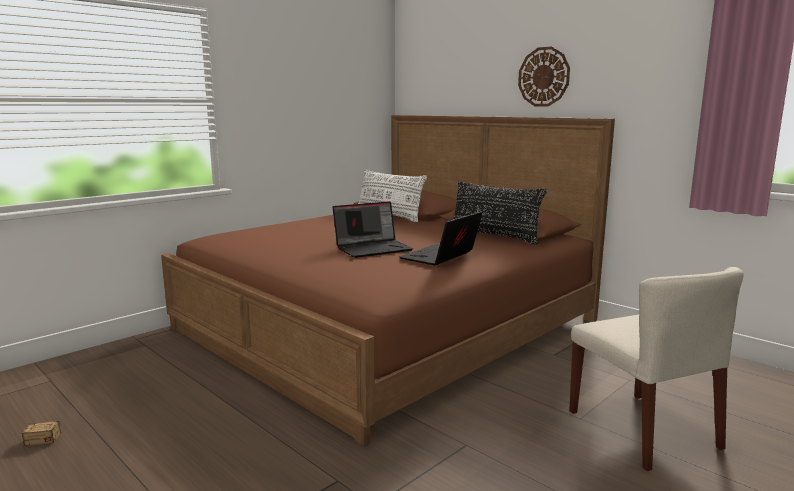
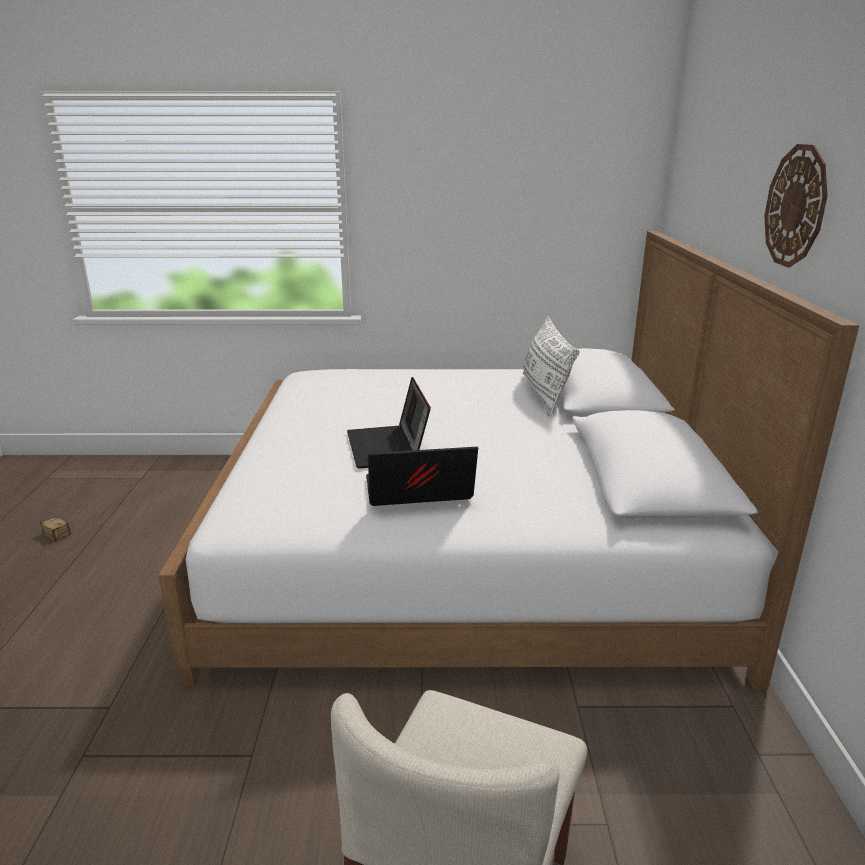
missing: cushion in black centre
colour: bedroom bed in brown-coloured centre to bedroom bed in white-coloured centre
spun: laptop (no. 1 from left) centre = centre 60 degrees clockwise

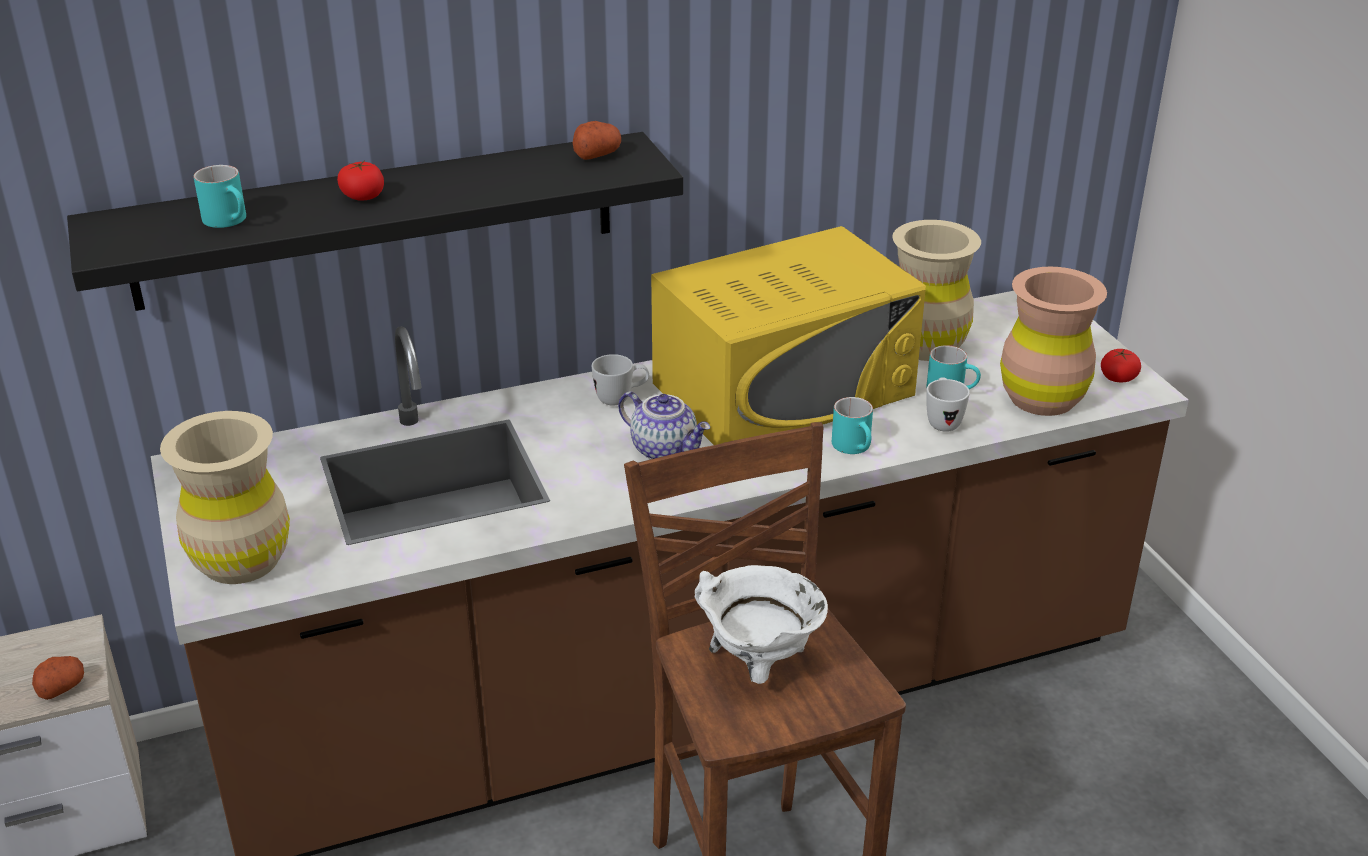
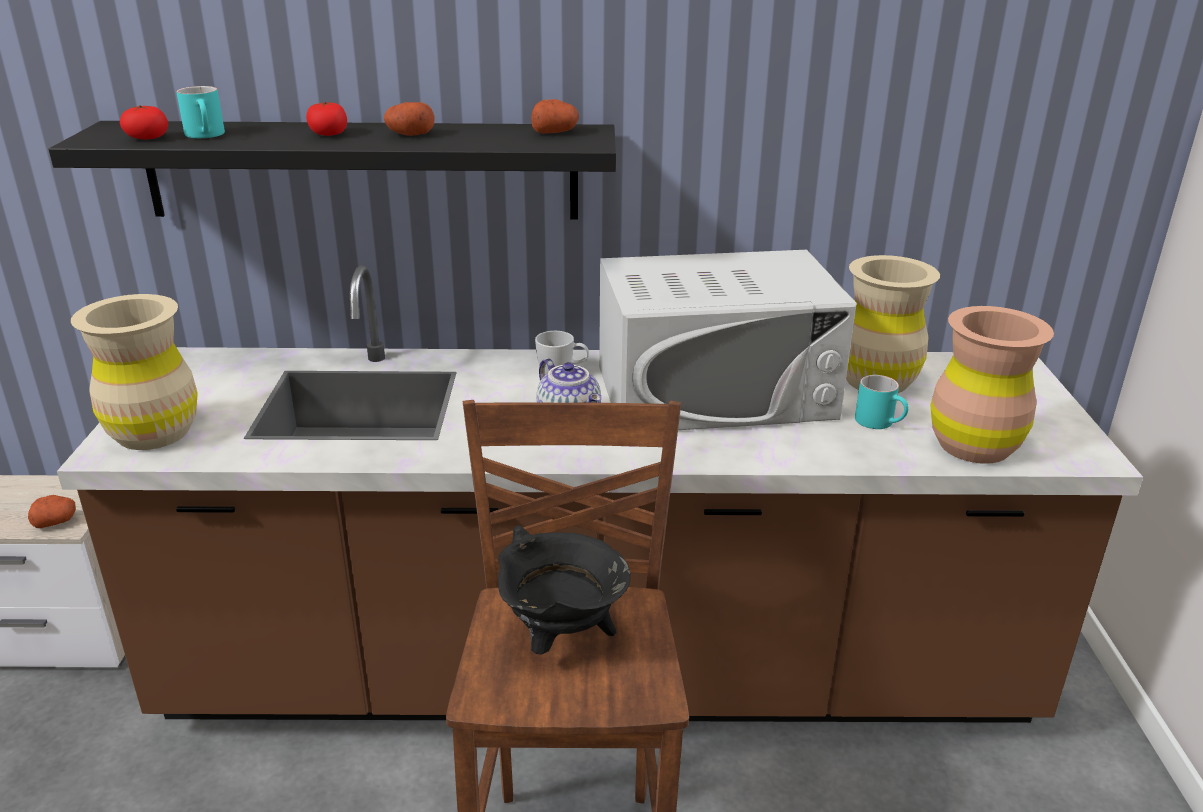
missing: tea mug in white-coloured (no. 2 from left) middle right; tea mug in blue-green (no. 2 from left) centre
appeared: whole potato (no. 2 from left) top centre
relocated: fresh tomato (no. 2 from left in the first image) middle right to fresh tomato (no. 1 from left) top left
colour: microwave in yellow centre to microwave in white-coloured centre; cooking pot in white-coloured bottom centre to cooking pot in black bottom centre

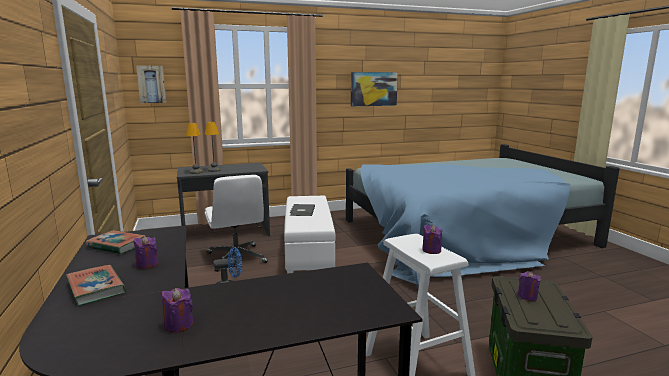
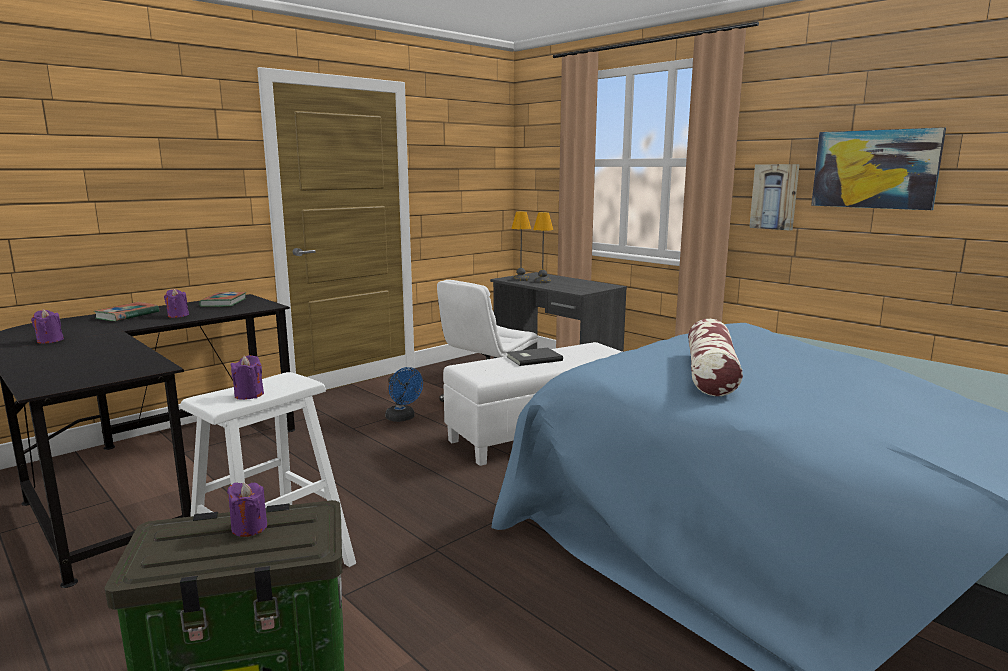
appeared: cushion middle right
relocated: picture (no. 1 from left) top left to top right

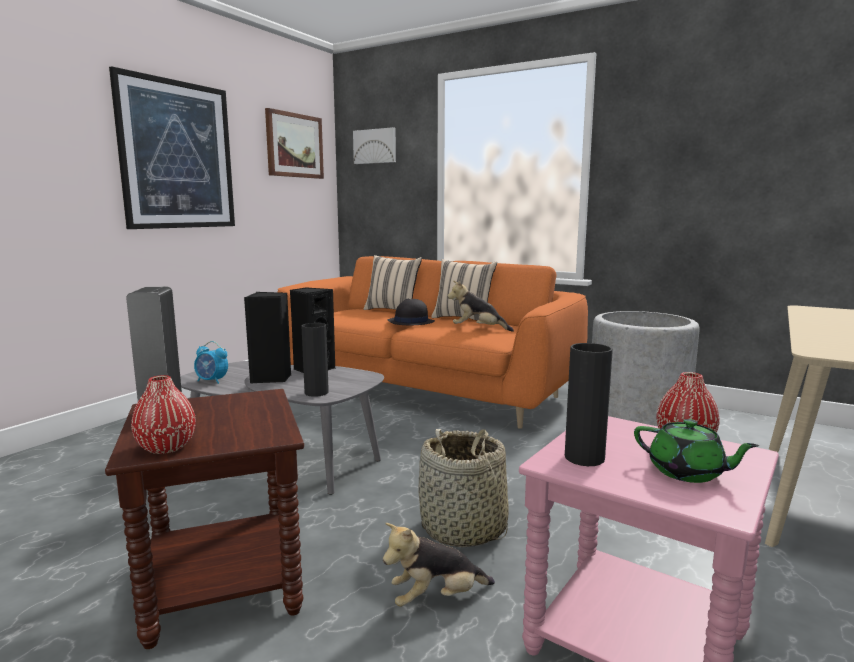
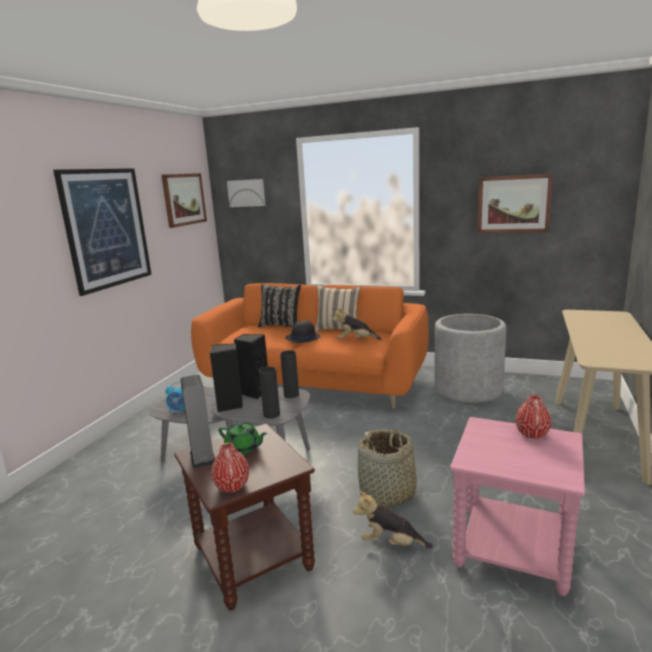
appeared: picture (no. 4 from left) top right
relocated: flower vase in black (no. 2 from left) middle right to centre; teapot in greenish bottom right to bottom centre
colour: cushion in sand-coloured (no. 1 from left) centre to cushion in black centre
spun: cuddly toy (no. 1 from left in the first image) bottom centre = bottom centre 45 degrees clockwise

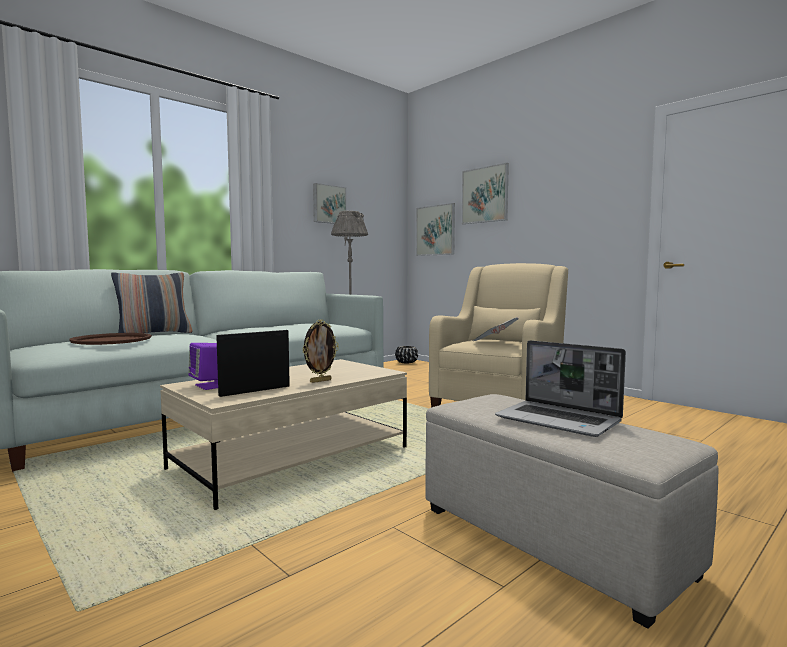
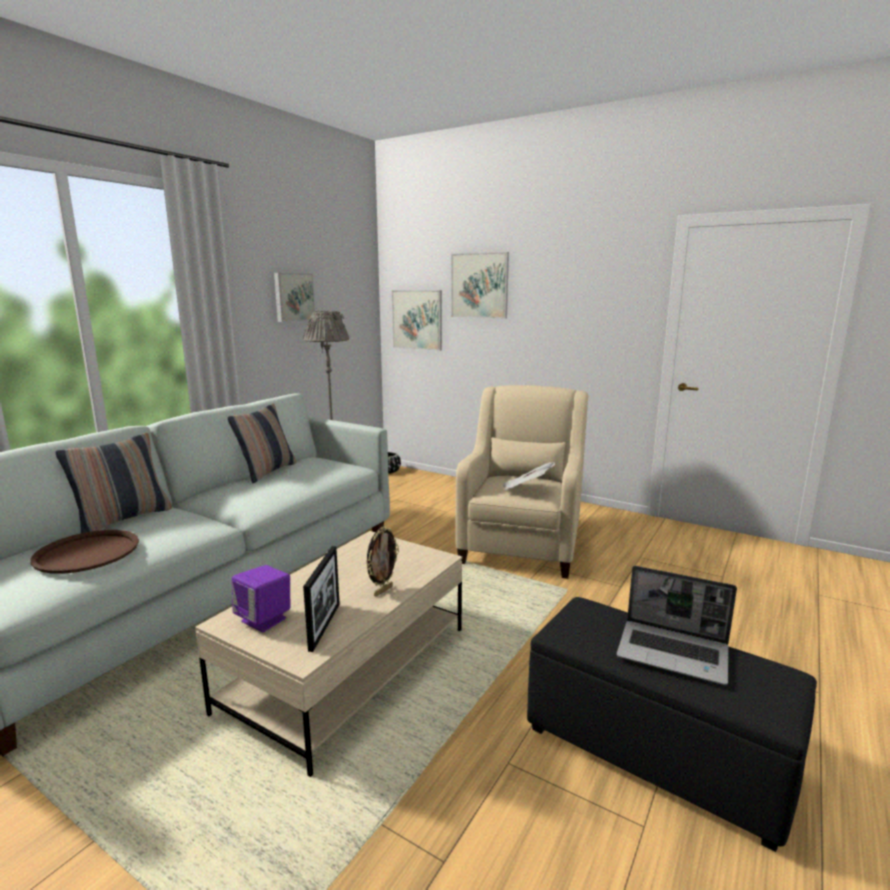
appeared: cushion (no. 2 from left) middle left
colour: pouffe in sand-coloured bottom right to pouffe in black bottom right
spun: standing frame (no. 1 from left) middle left = bottom centre 150 degrees clockwise

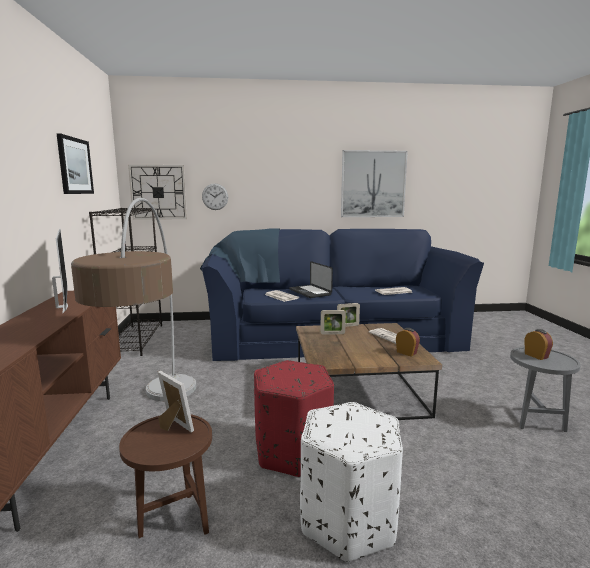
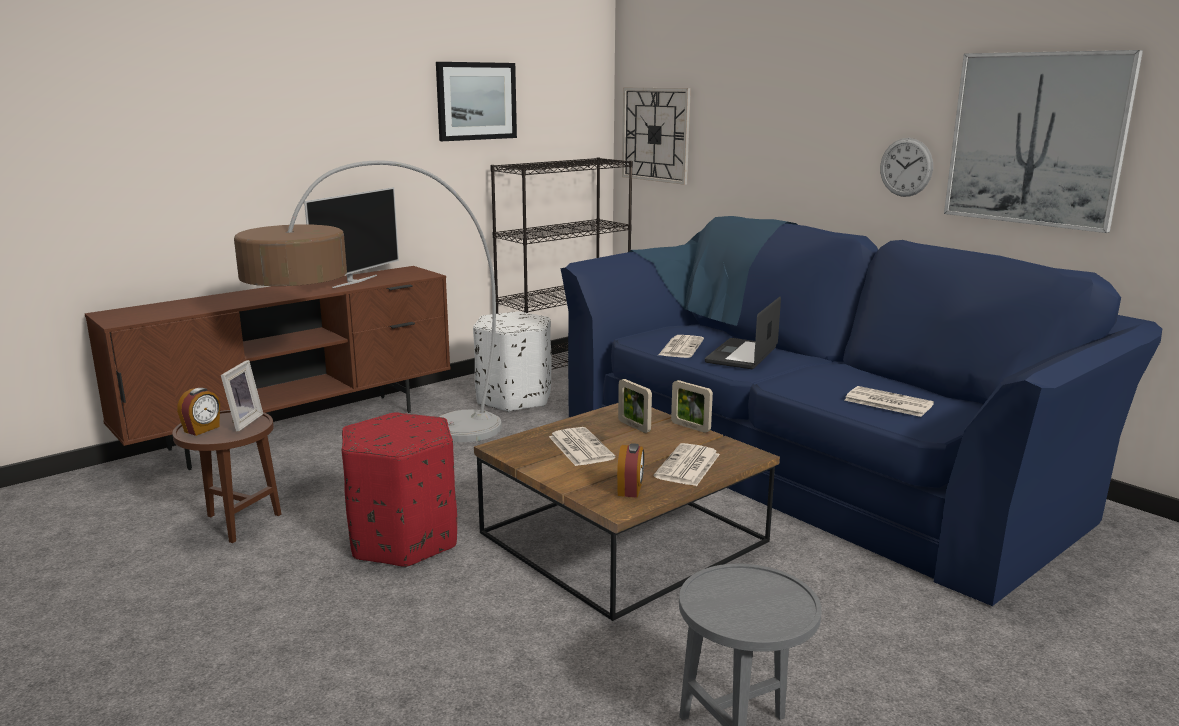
appeared: printed paper (no. 1 from left) centre
relocated: wall clock (no. 2 from left) centre to top right; bedside clock (no. 2 from left in the first image) middle right to bedside clock (no. 1 from left) middle left; pouffe in white-coloured bottom centre to centre

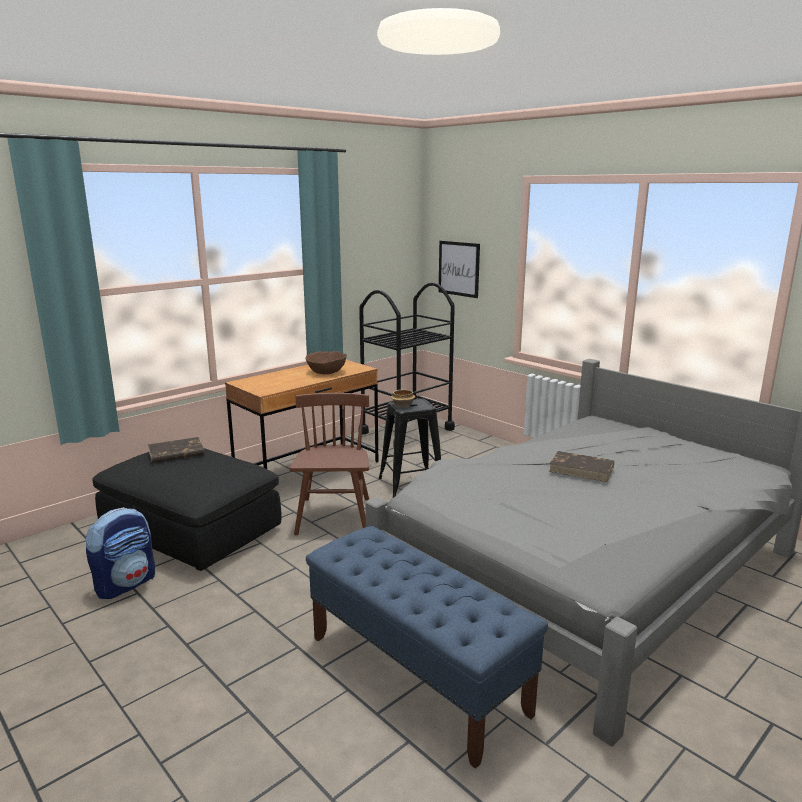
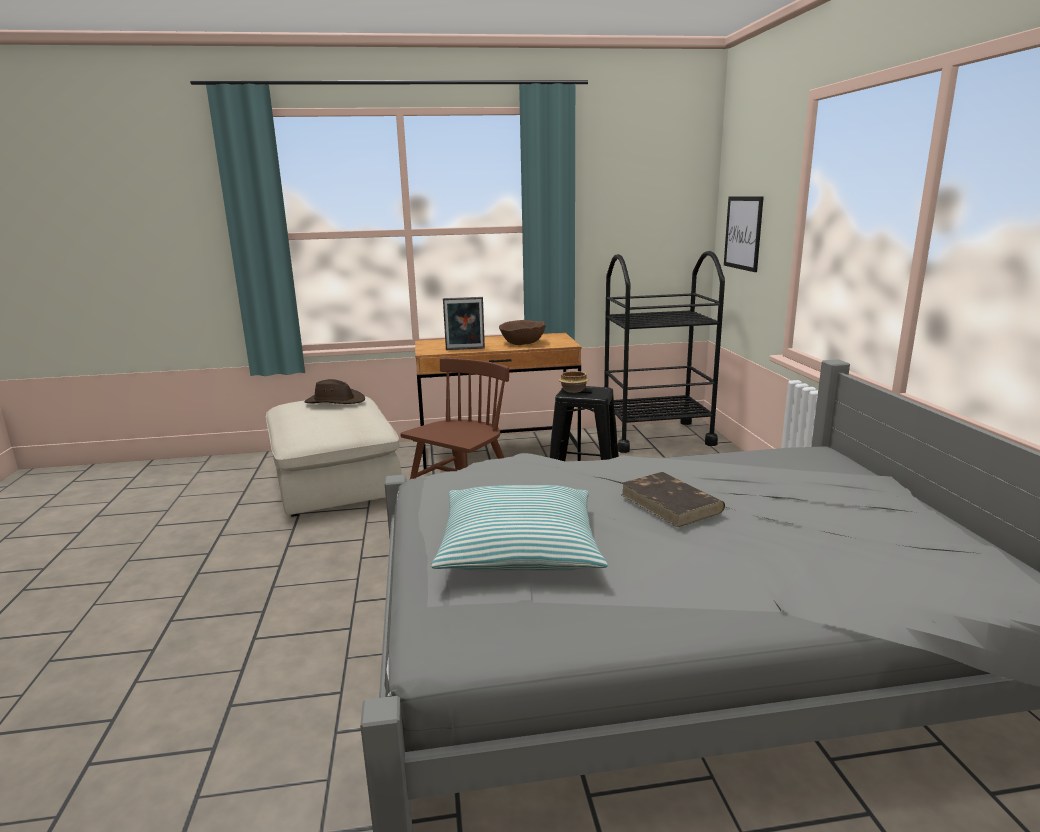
missing: knapsack bottom left; bench in blue-coloured bottom centre
appeared: standing frame centre; cushion centre
exchanged: bound book in brown-coloured (no. 1 from left) middle left to hat in brown-coloured middle left
colour: pouffe in black middle left to pouffe in sand-coloured middle left

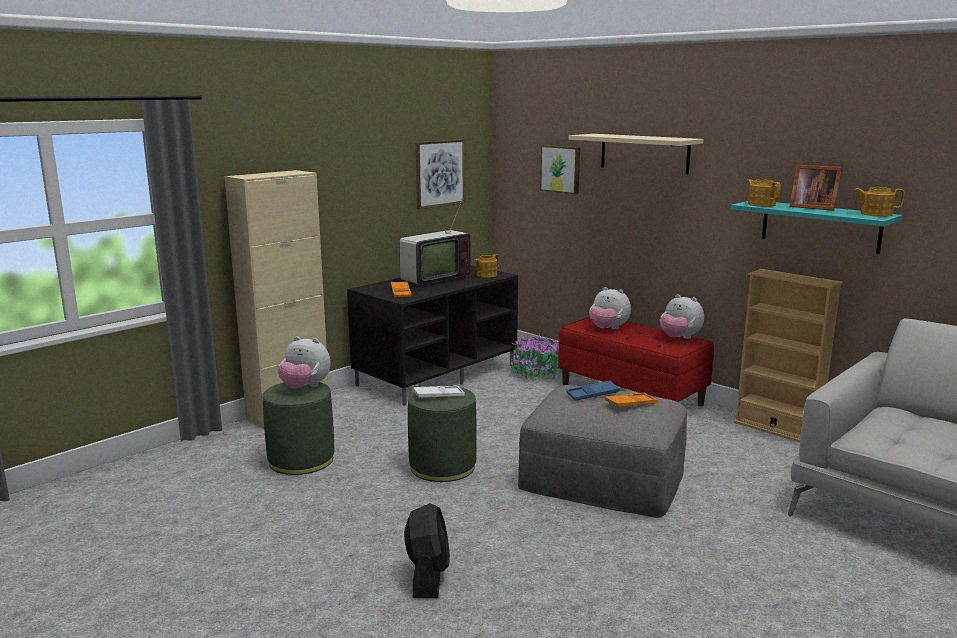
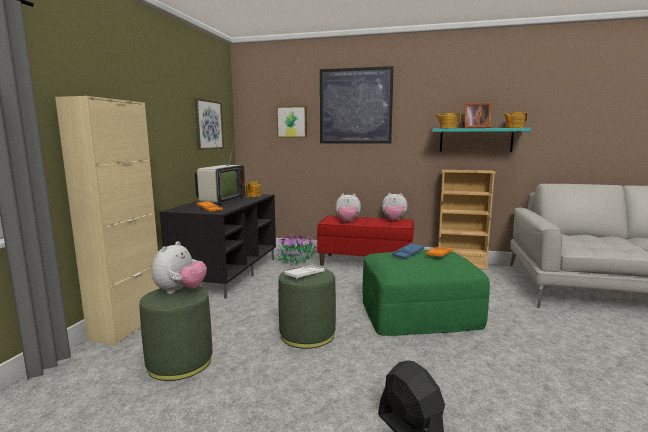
exchanged: wall shelf in sand-coloured top centre to picture (no. 3 from left) top centre
colour: pouffe in gray bottom centre to pouffe in greenish (no. 3 from left) bottom centre
spun: cuddly toy (no. 1 from left) middle left = middle left 60 degrees counterclockwise

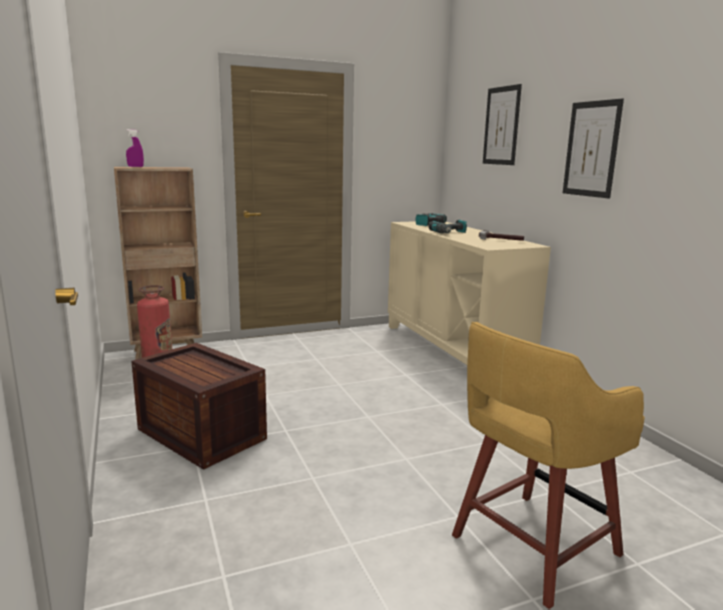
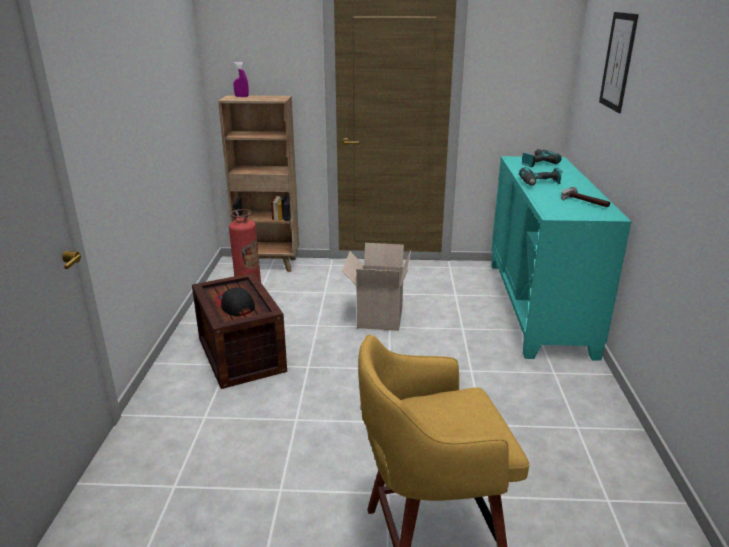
missing: picture (no. 2 from left) top right
appeared: carton centre; cap middle left
colour: cupboard in sand-coloured centre to cupboard in blue-green middle right

